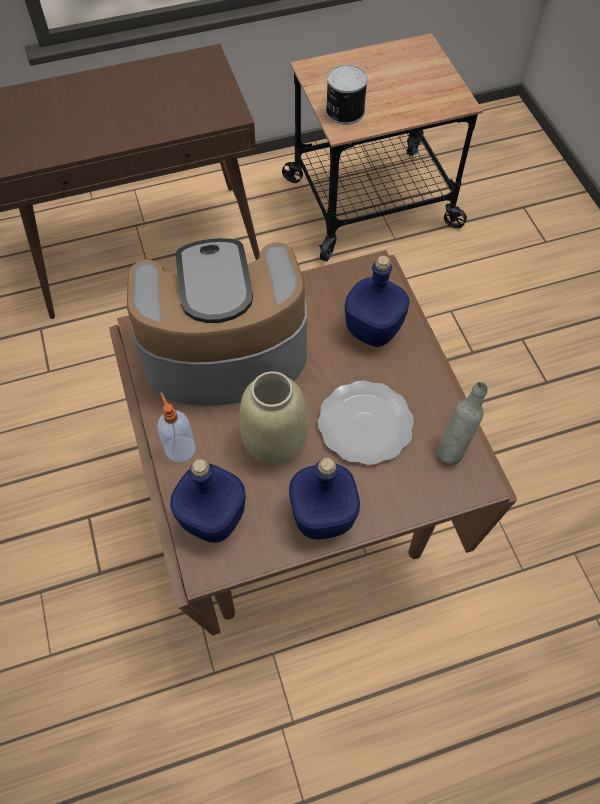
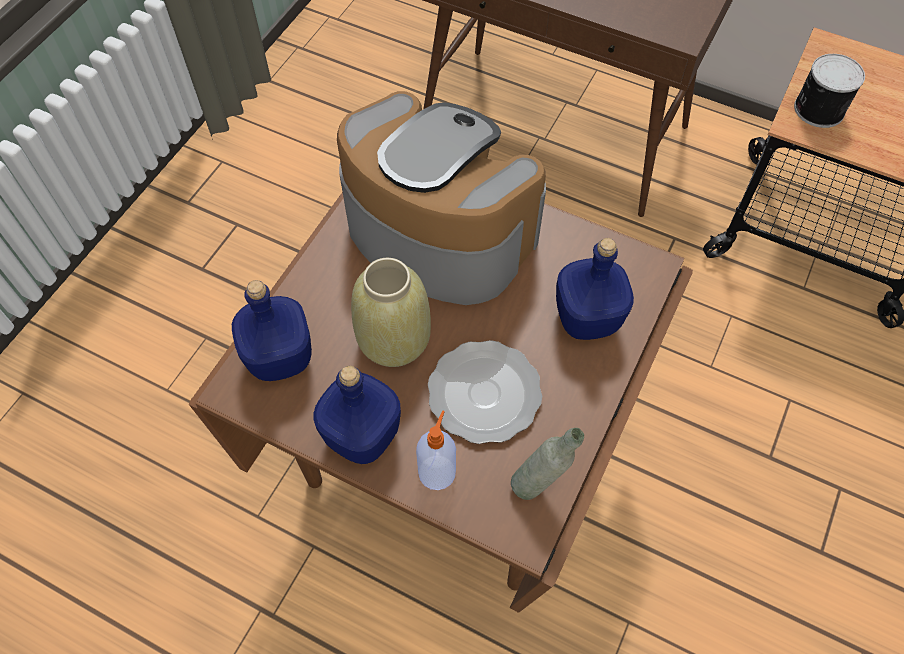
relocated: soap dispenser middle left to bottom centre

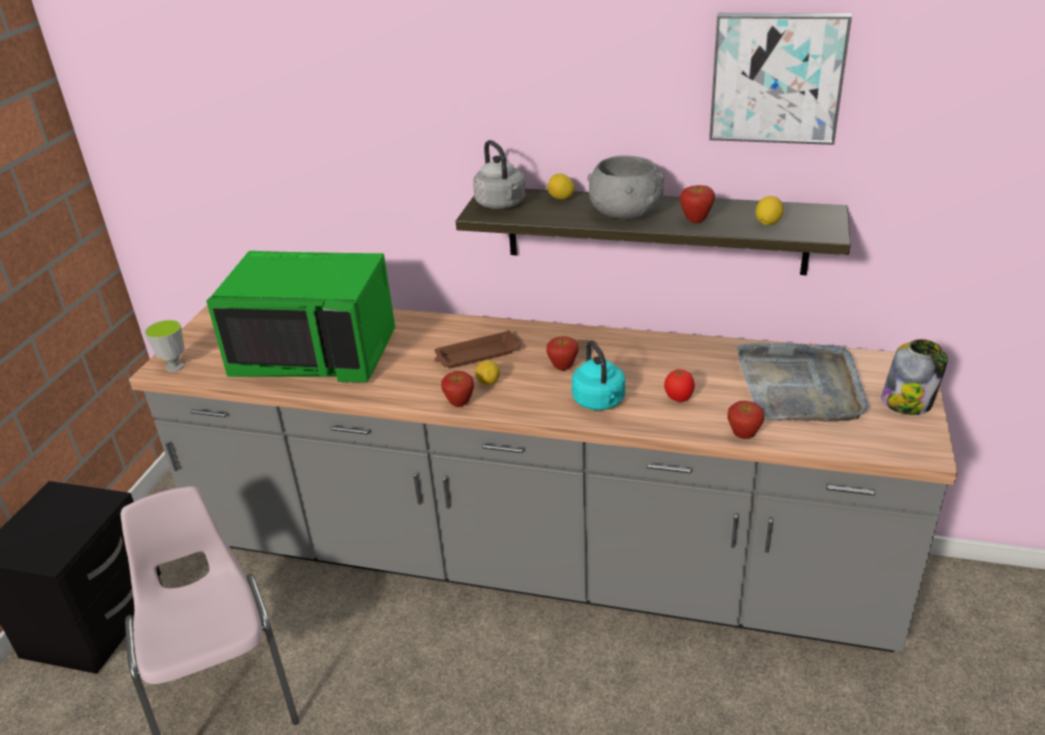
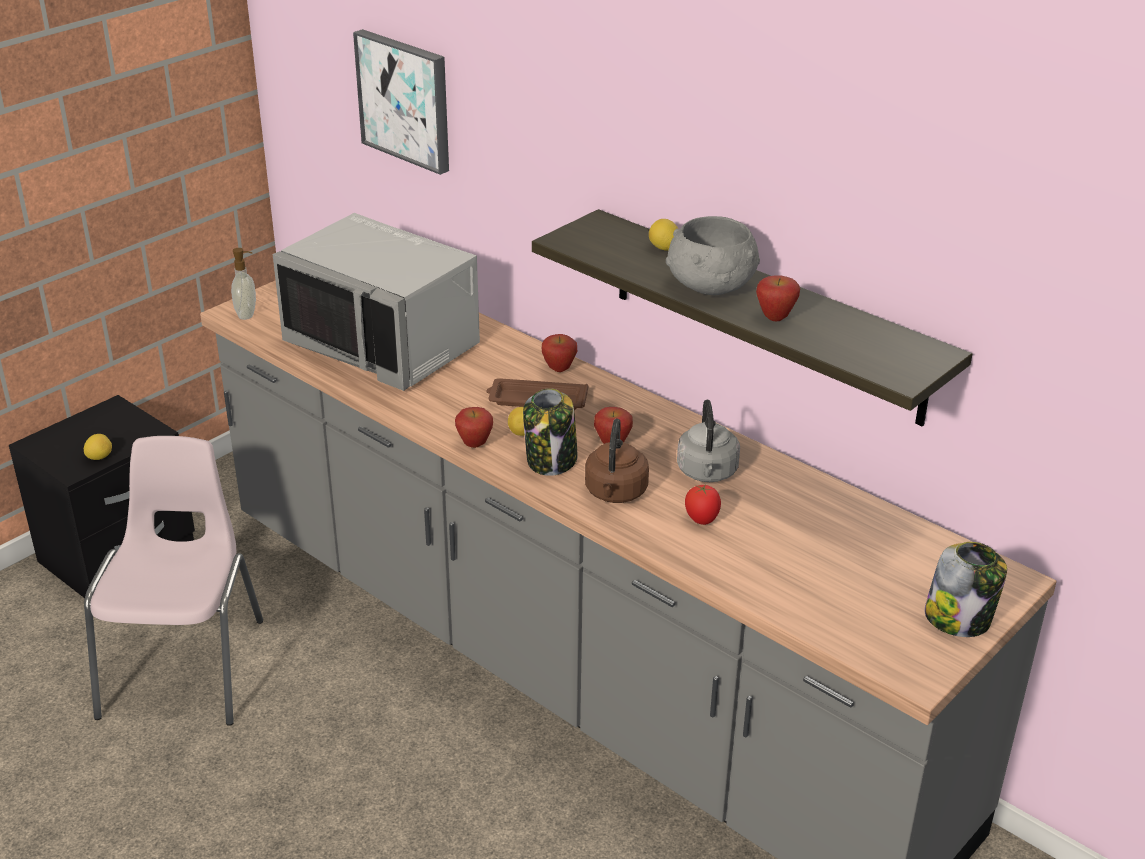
missing: carrying tray in gray middle right
appeared: preserve jar (no. 1 from left) centre
relocated: picture top right to top centre; kettle in gray top centre to centre; citrus fruit (no. 3 from left in the first image) top right to citrus fruit (no. 1 from left) middle left; apple fruit (no. 4 from left in the first image) middle right to apple fruit (no. 2 from left) centre
exchanged: cup middle left to soap dispenser top left
colour: microwave in greenish middle left to microwave in gray middle left; kettle in blue-green centre to kettle in brown-coloured centre

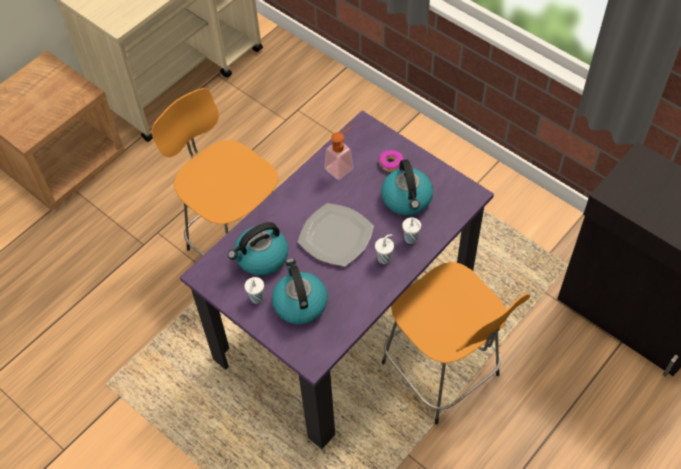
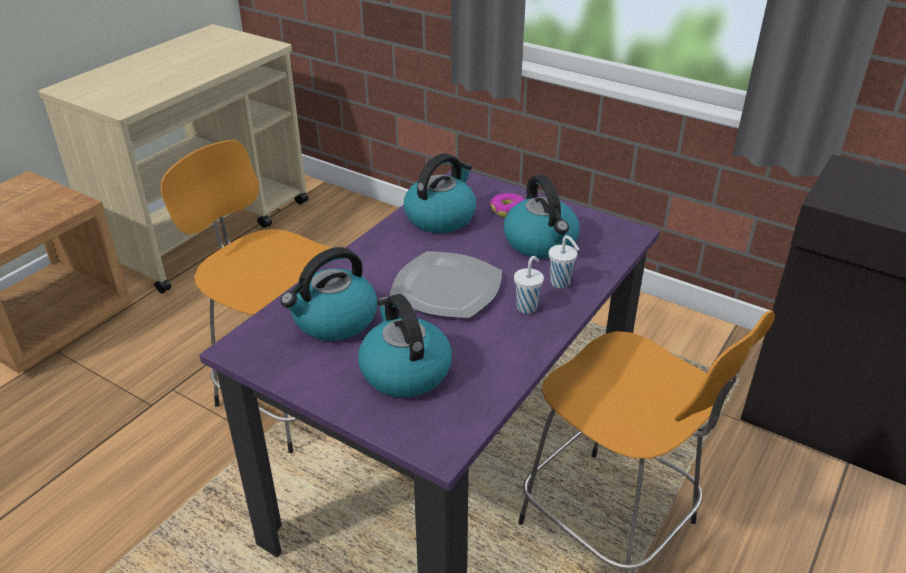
missing: cup in white-coloured (no. 1 from left) centre
exchanged: soap dispenser top centre to kettle (no. 3 from left) centre

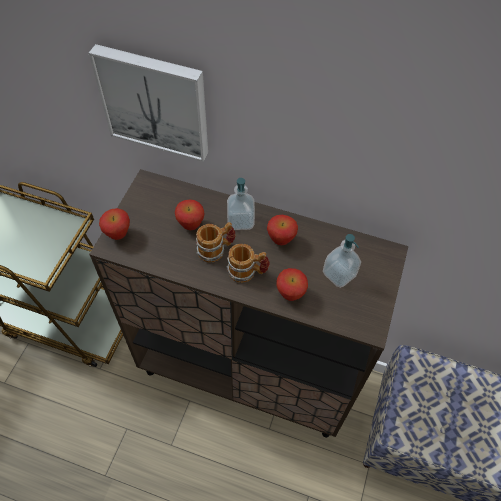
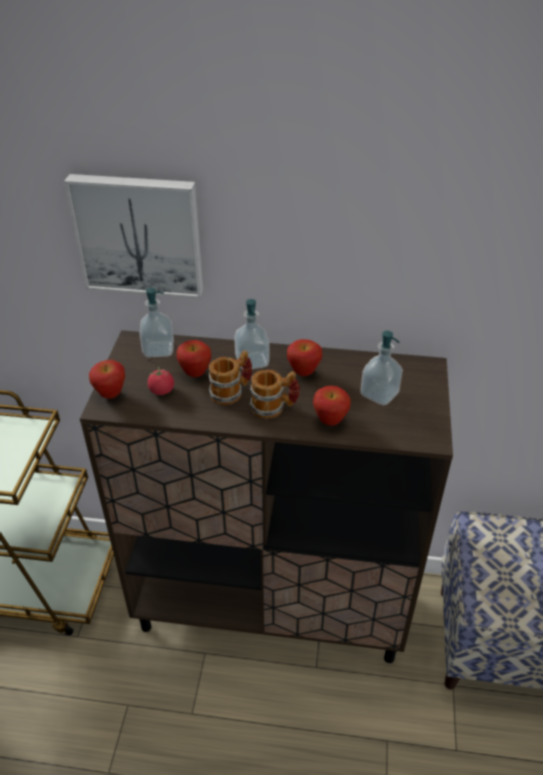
appeared: soap dispenser (no. 1 from left) middle left; fresh tomato middle left

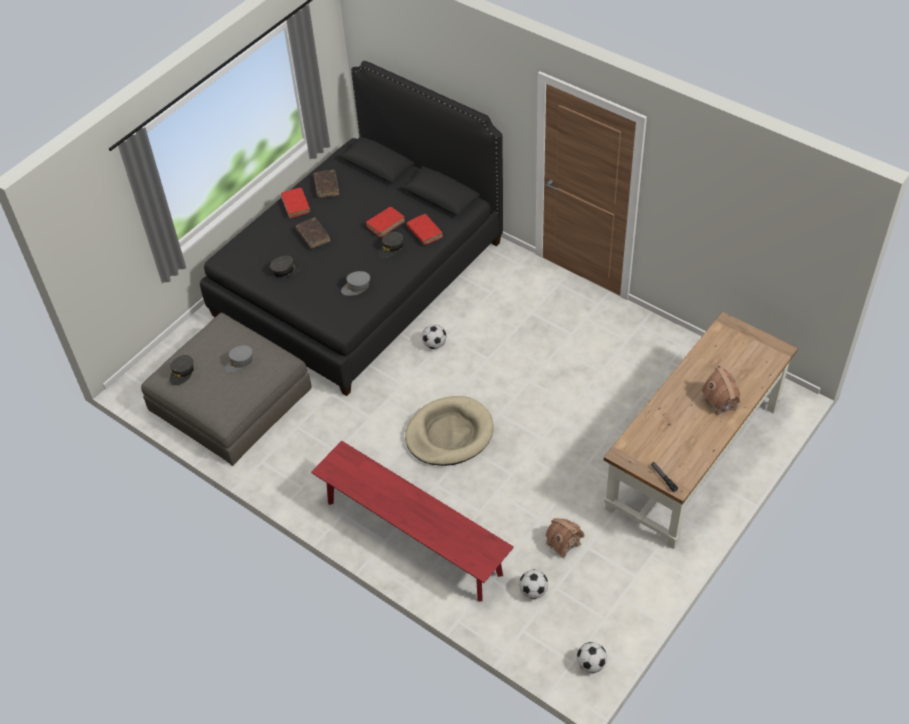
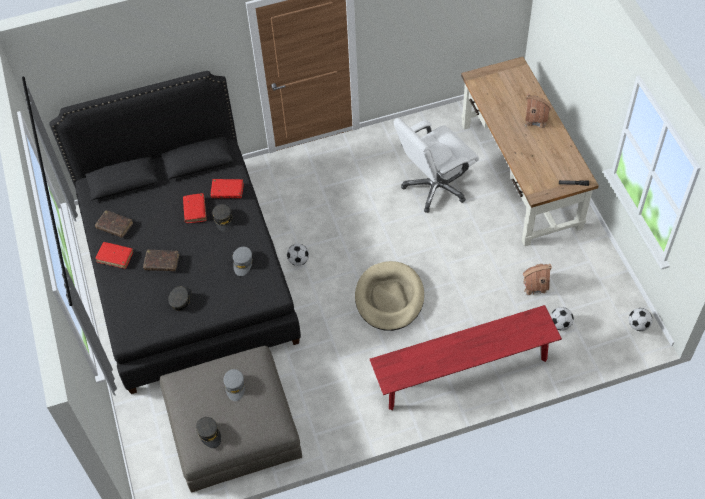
appeared: office chair in white-coloured top centre

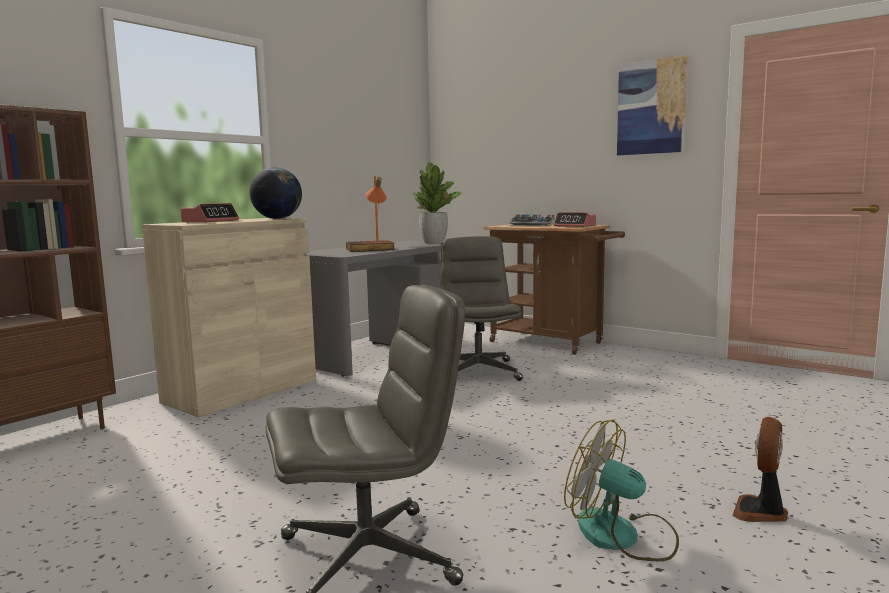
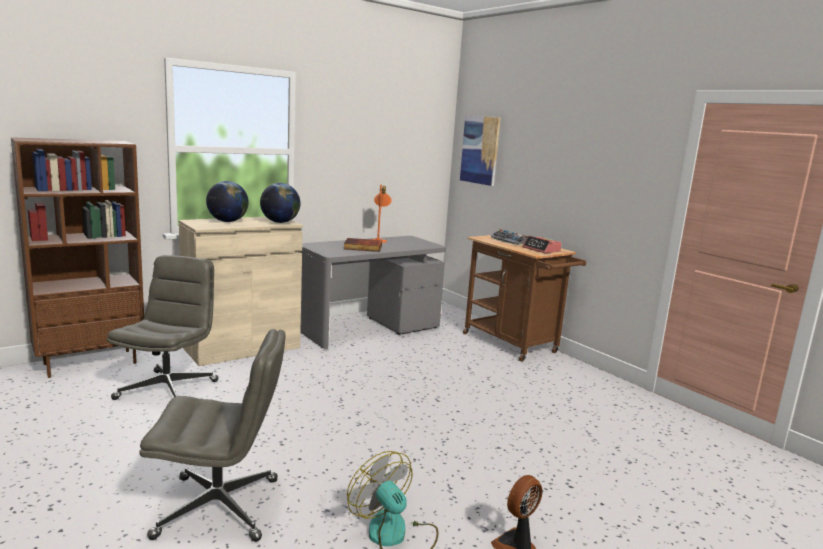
missing: houseplant centre
relocated: picture top right to top centre; office chair in gray (no. 2 from left in the first image) centre to office chair in gray (no. 1 from left) middle left
exchanged: bedside clock (no. 1 from left) middle left to globe (no. 1 from left) middle left

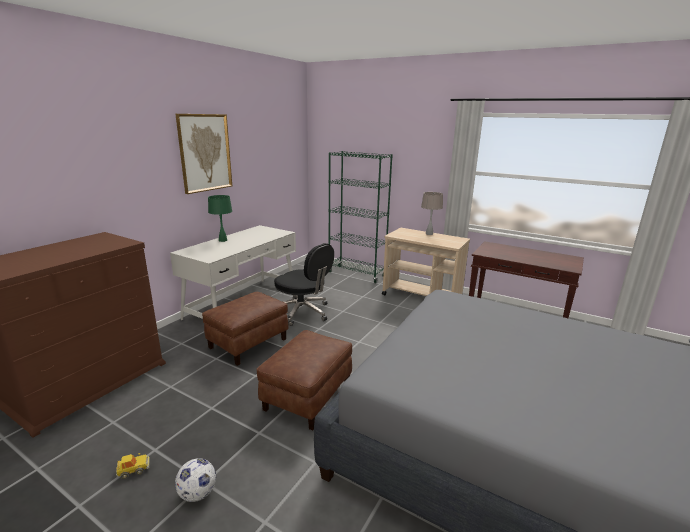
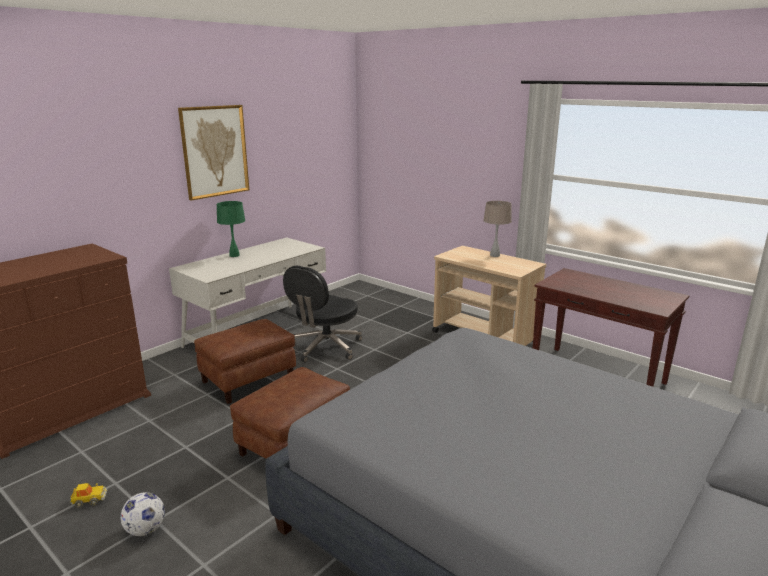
missing: bookcase in greenish centre
spun: office chair in black centre = centre 75 degrees clockwise

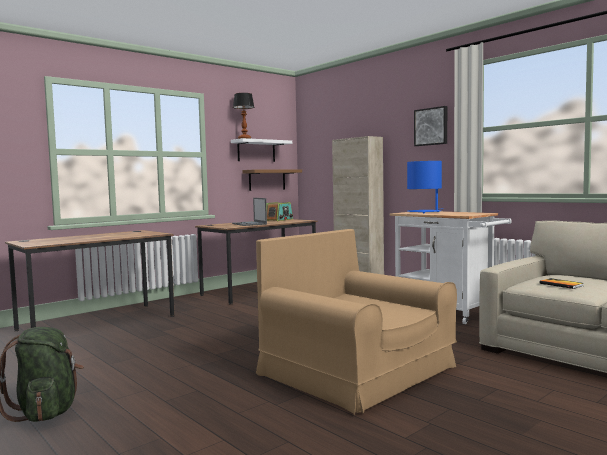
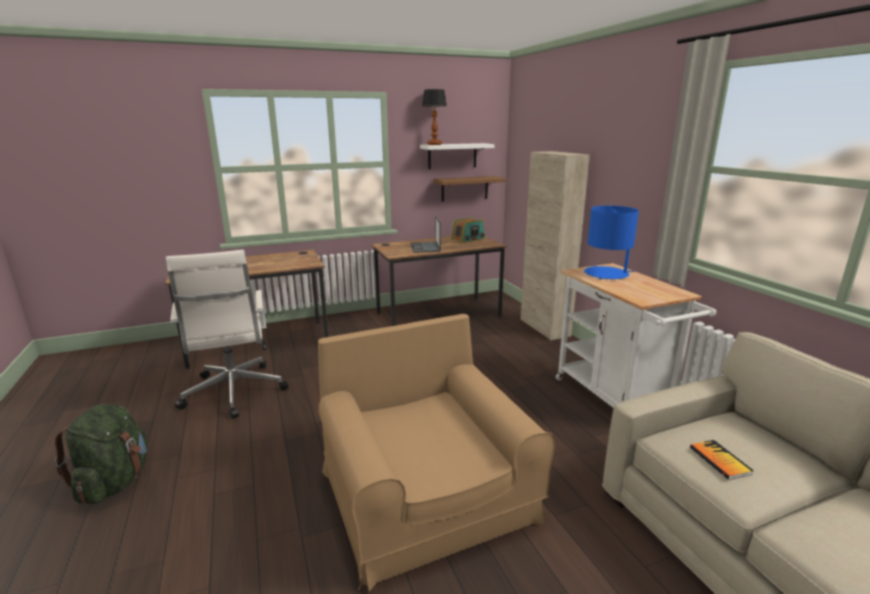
missing: picture top right
appeared: office chair in white-coloured middle left

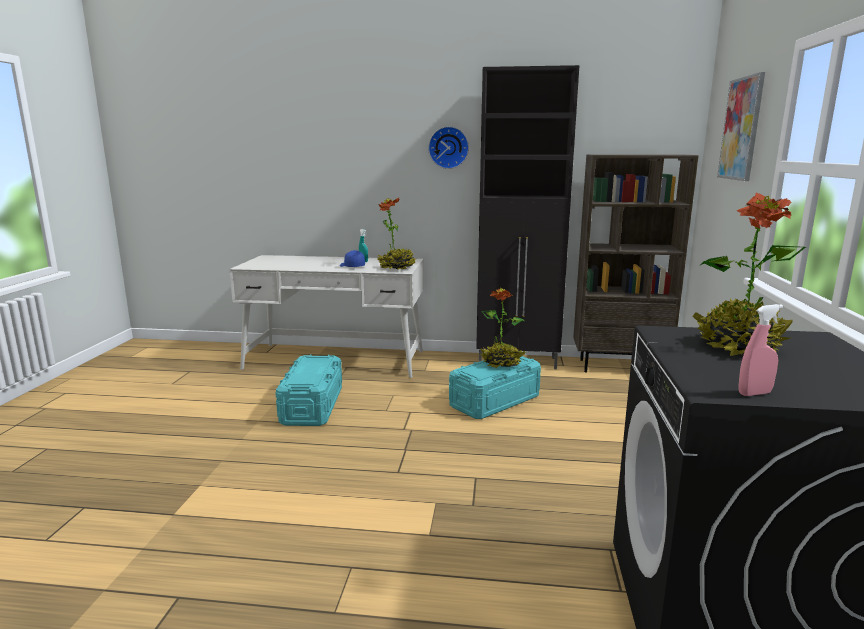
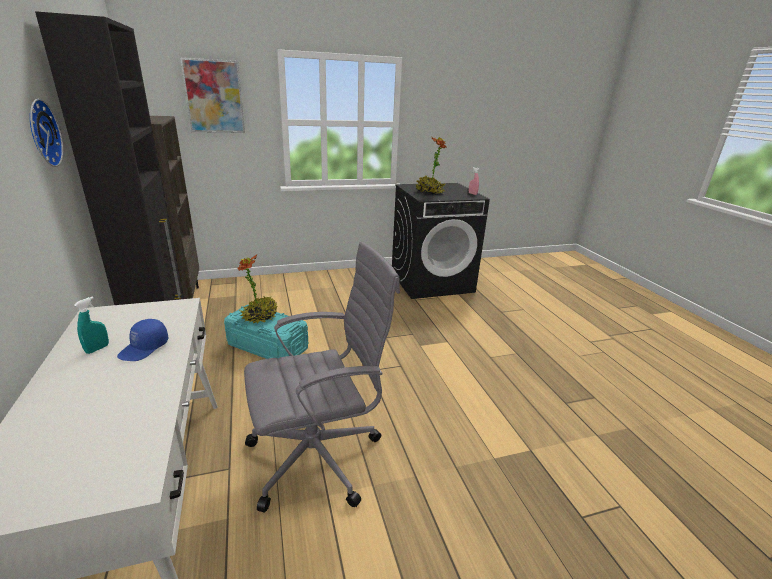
missing: houseplant (no. 1 from left) centre
exchanged: storage bin in blue-green (no. 1 from left) centre to office chair in gray centre

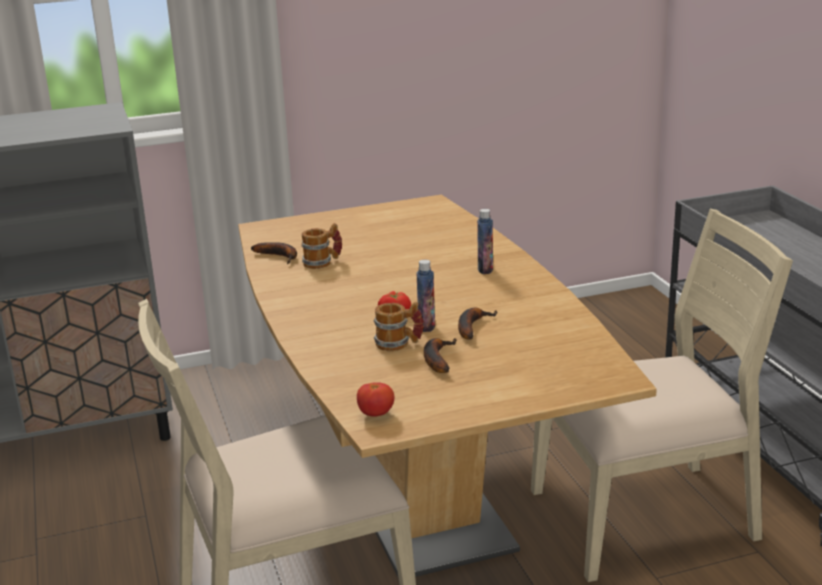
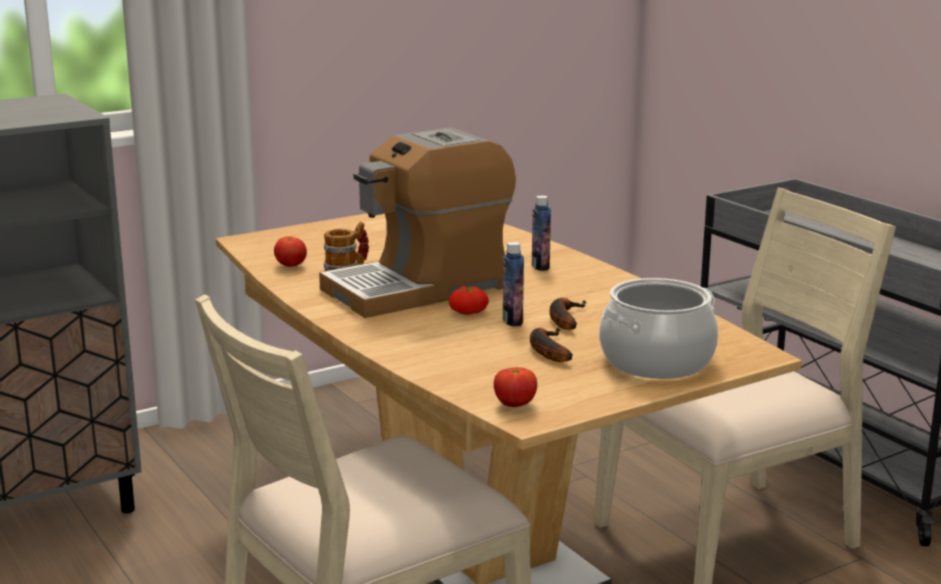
missing: tea mug (no. 2 from left) centre
appeared: coffee machine centre; cooking pot middle right
exchanged: whole banana (no. 1 from left) centre to fresh tomato (no. 1 from left) middle left

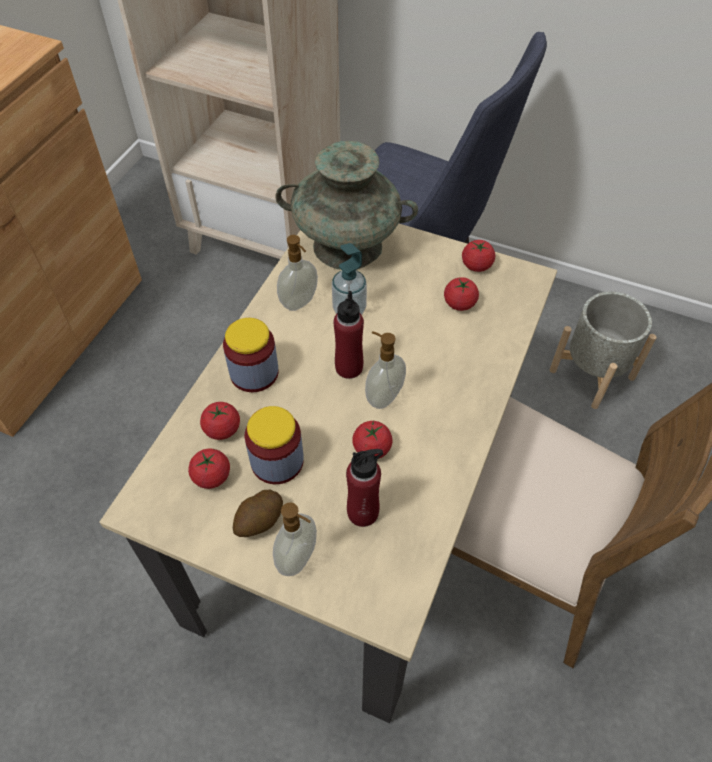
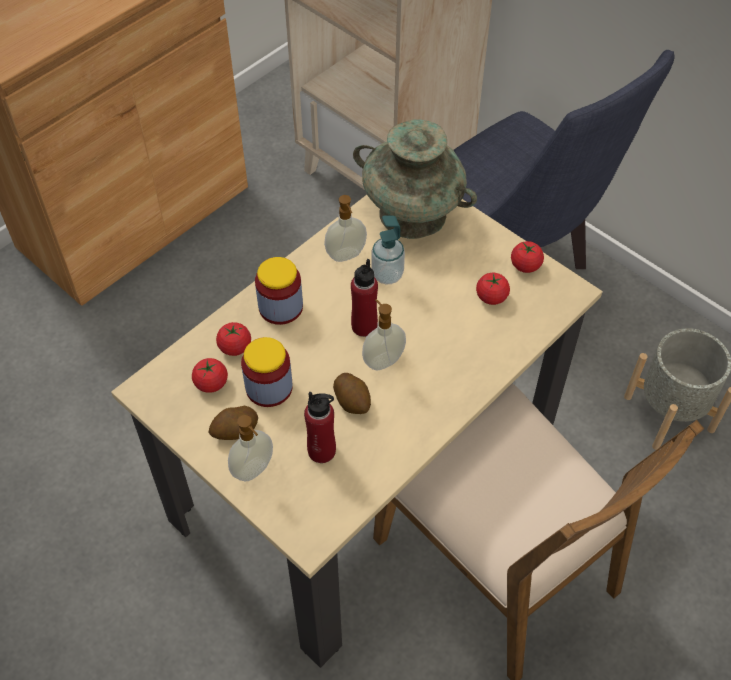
exchanged: fresh tomato (no. 3 from left) centre to whole potato (no. 2 from left) centre

